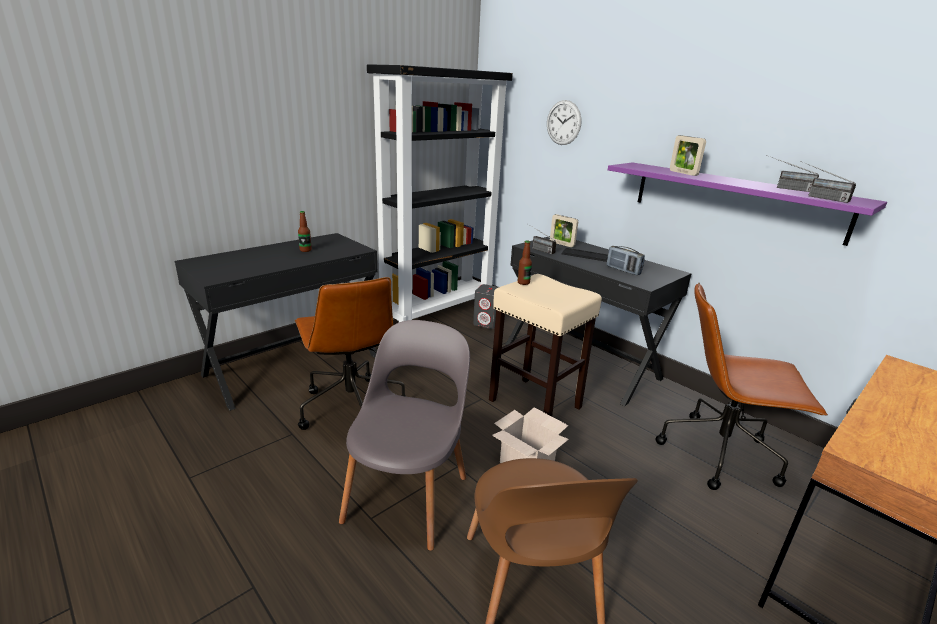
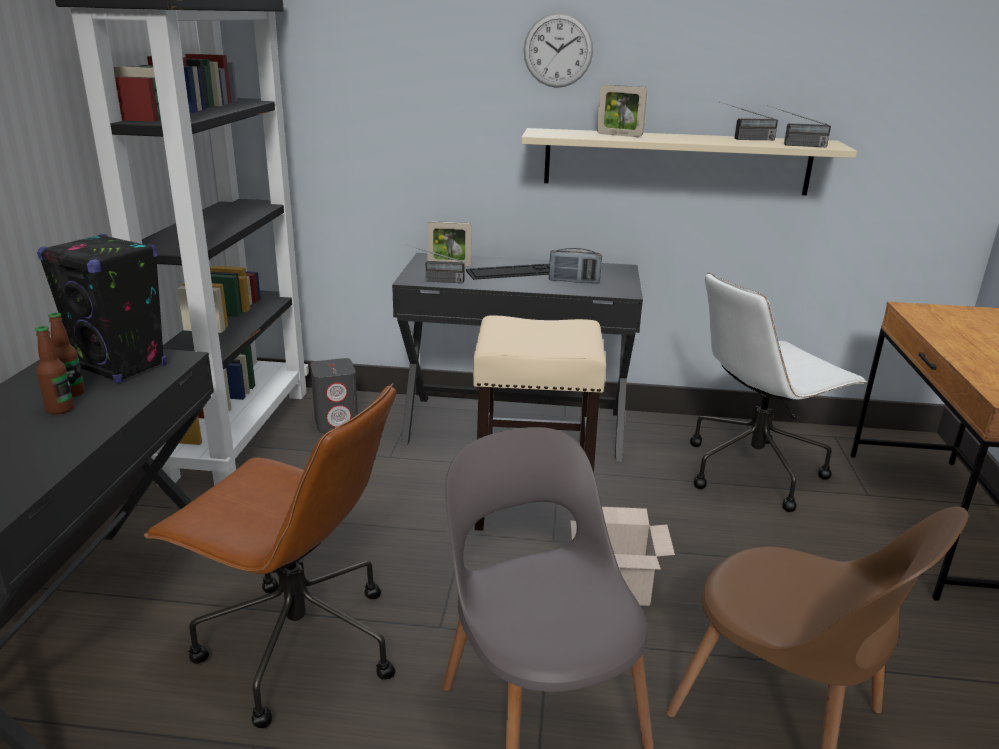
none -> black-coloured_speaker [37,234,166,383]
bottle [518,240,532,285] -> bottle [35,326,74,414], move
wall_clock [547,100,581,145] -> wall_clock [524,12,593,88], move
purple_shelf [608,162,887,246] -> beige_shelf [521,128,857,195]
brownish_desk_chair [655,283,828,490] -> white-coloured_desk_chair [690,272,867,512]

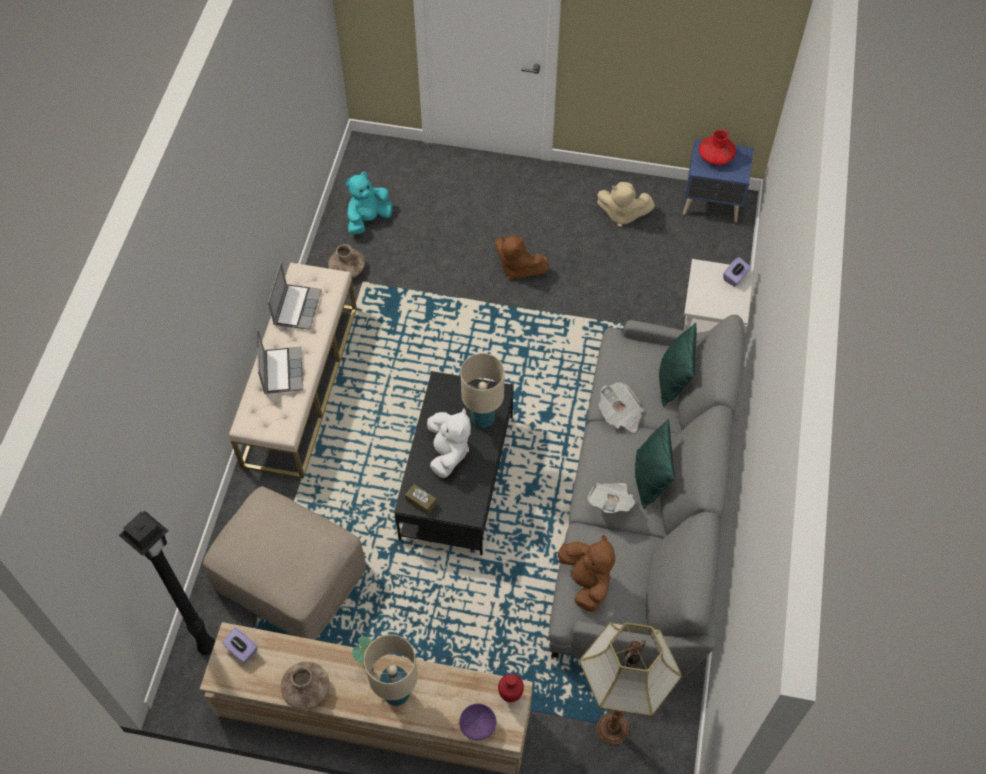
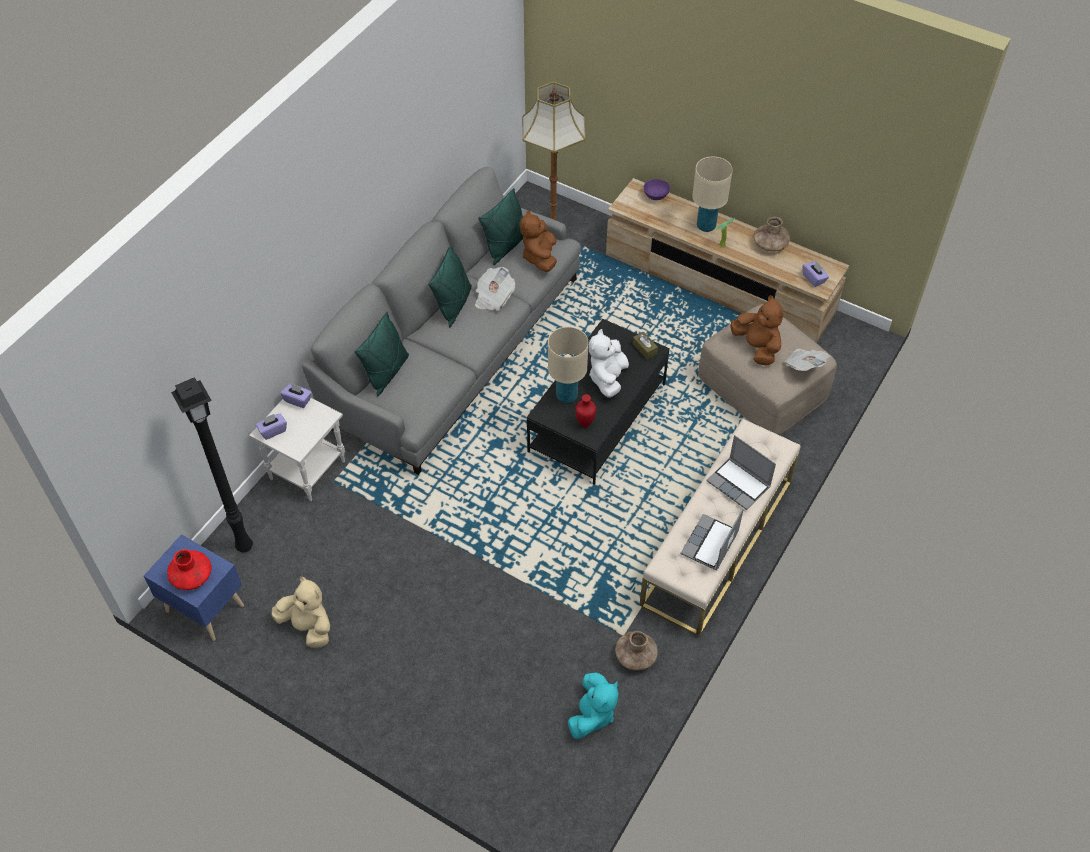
none -> purple_tissue_box [280,383,312,408]
none -> green-coloured_pillow [478,188,523,265]
black-coloured_standard_lamp [119,511,215,655] -> black-coloured_standard_lamp [171,377,253,553], move
brownish_cuddly_toy [495,235,549,280] -> brownish_cuddly_toy [730,295,783,366], move
red-coloured_flower_vase [498,674,524,703] -> red-coloured_flower_vase [575,394,596,427], move
printed_paper [598,382,644,433] -> printed_paper [784,349,830,371], move
laptop [257,329,303,394] -> laptop [706,435,776,510], 60 degrees counterclockwise
turquoise-coloured_cuddly_toy [345,172,393,235] -> turquoise-coloured_cuddly_toy [568,672,619,739], 45 degrees counterclockwise

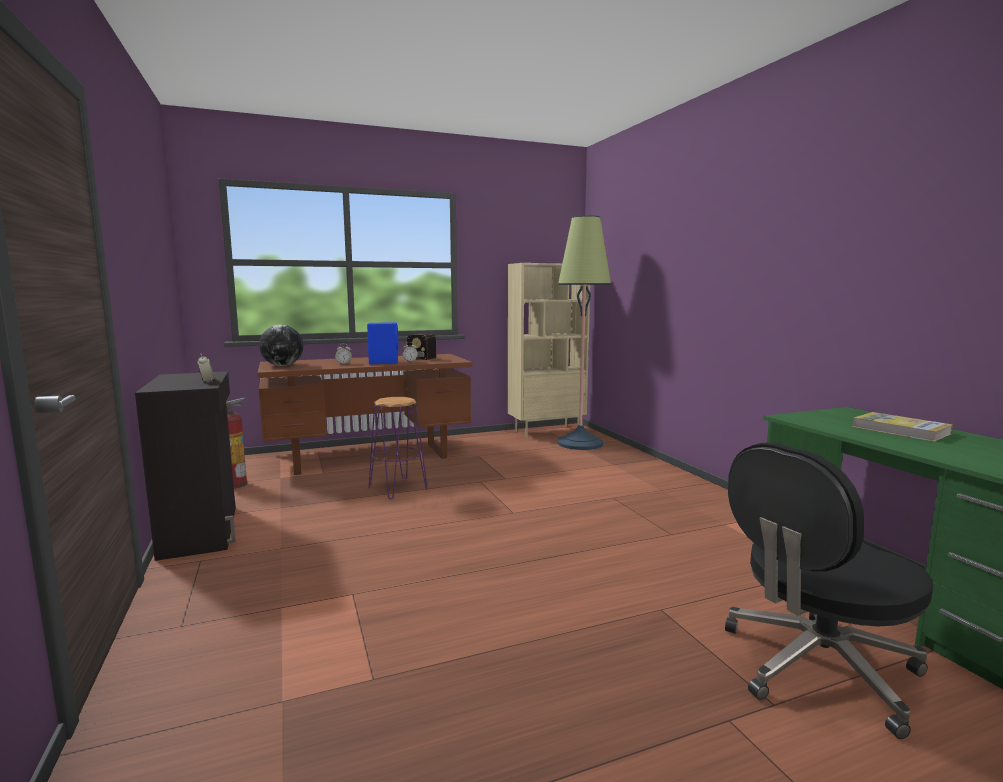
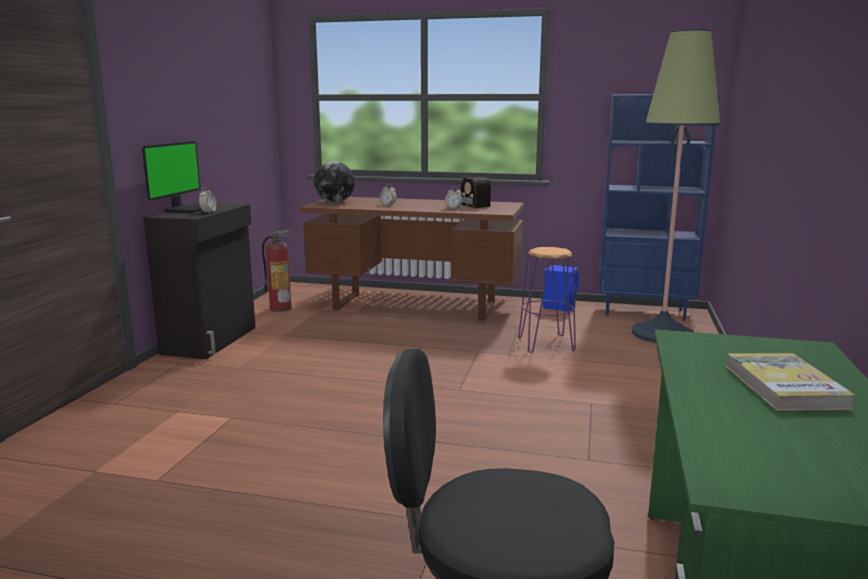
none -> computer_display [142,141,202,213]
blue_speaker [367,322,398,365] -> blue_speaker [543,265,579,312], move
purple_sitting_stool [369,397,428,499] -> purple_sitting_stool [518,247,576,353], move
beige_bookshelf [508,263,590,438] -> blue_bookshelf [599,94,719,321]

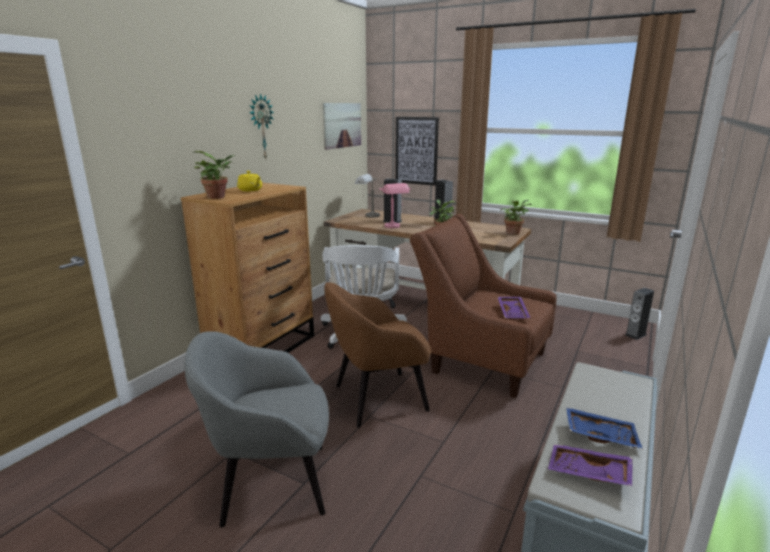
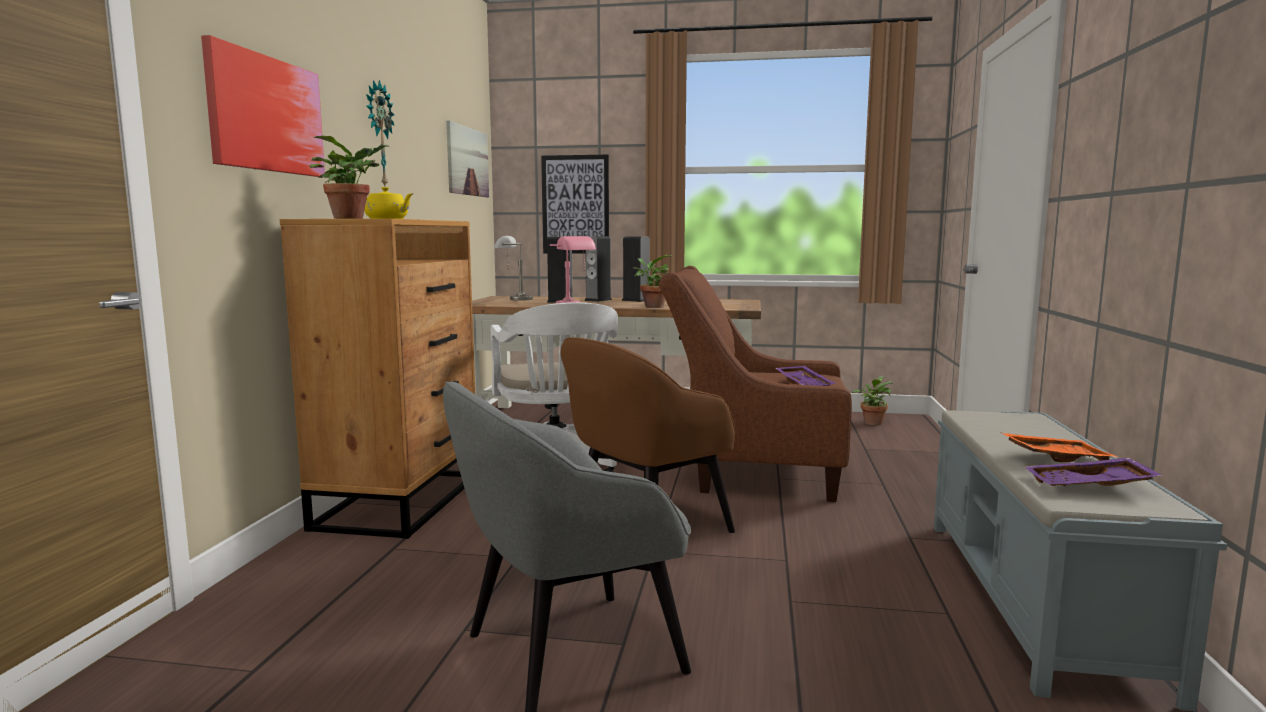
none -> wall_picture [201,35,325,177]
houseplant [500,200,532,235] -> houseplant [851,376,893,425], move
speaker [625,288,654,340] -> speaker [584,236,612,302], move
blue_tray [566,407,643,449] -> orange_tray [1002,433,1120,462]

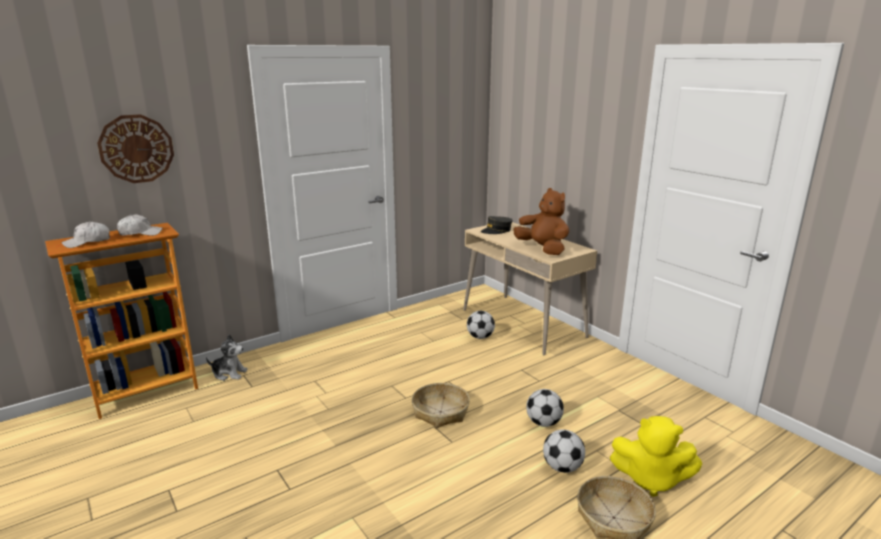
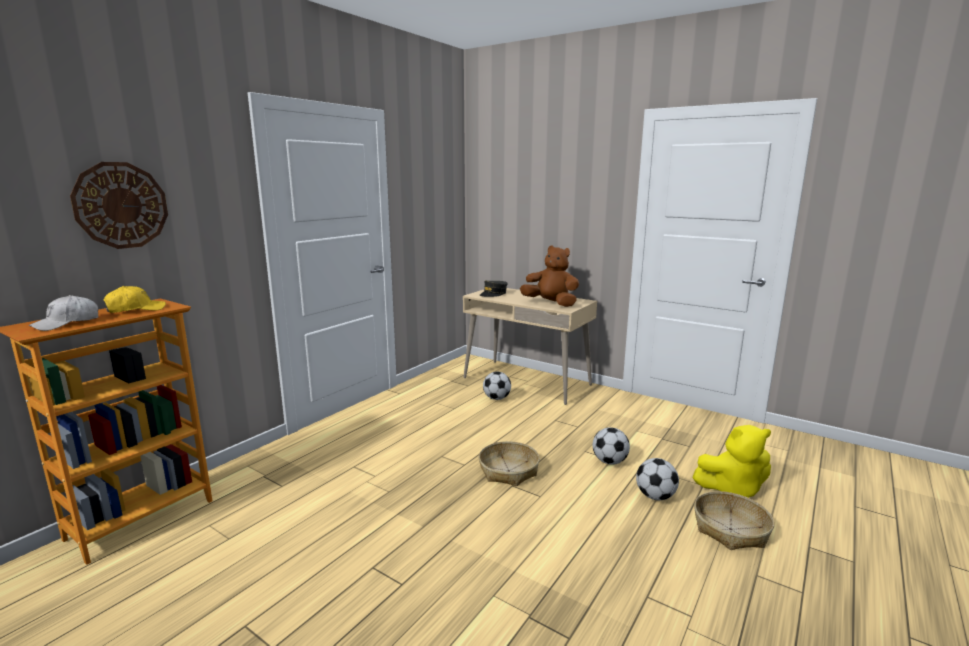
cuddly_toy [206,335,248,381] -> none
white-coloured_cap [117,214,163,236] -> yellow_cap [103,286,166,313]

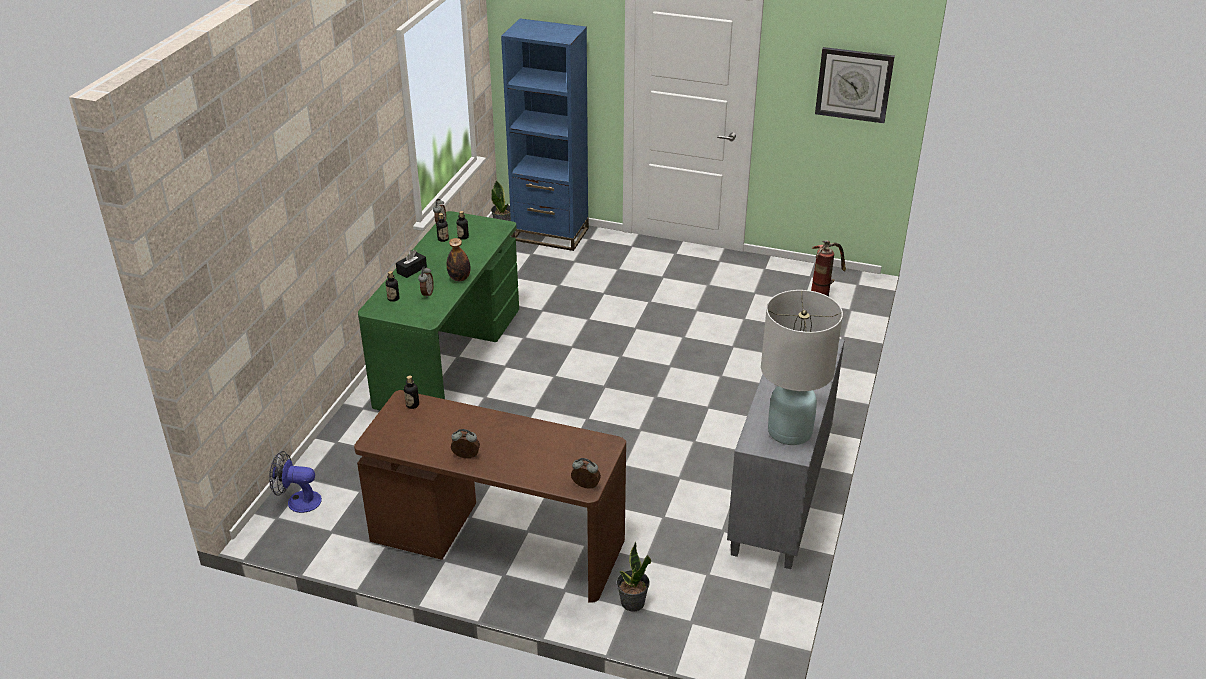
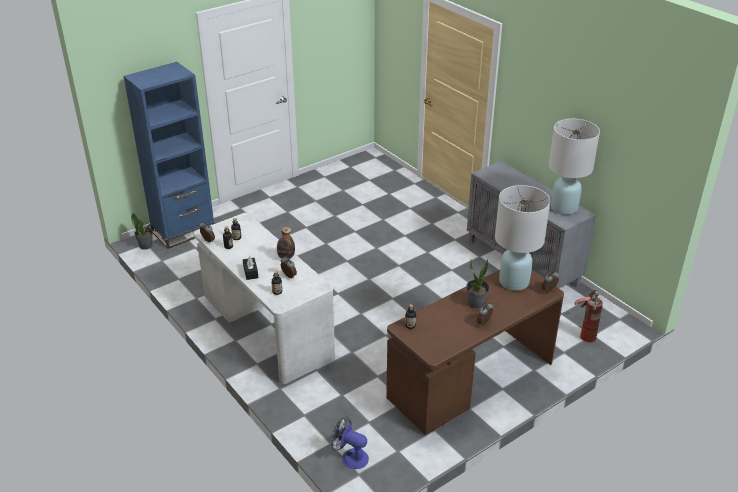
wall_clock [815,47,895,123] -> none
none -> white-coloured_lamp_for_a_table [495,185,551,291]
houseplant [616,542,651,612] -> houseplant [466,259,490,308], move
fire_extinguisher [811,240,846,296] -> fire_extinguisher [574,290,603,342], move
green-coloured_desk [358,211,519,410] -> white-coloured_desk [194,213,335,384]
fan [269,451,322,513] -> fan [331,416,369,469], 75 degrees clockwise

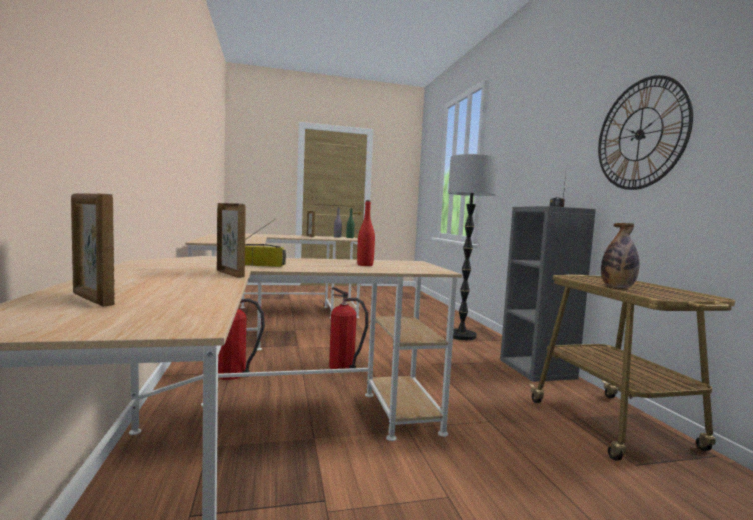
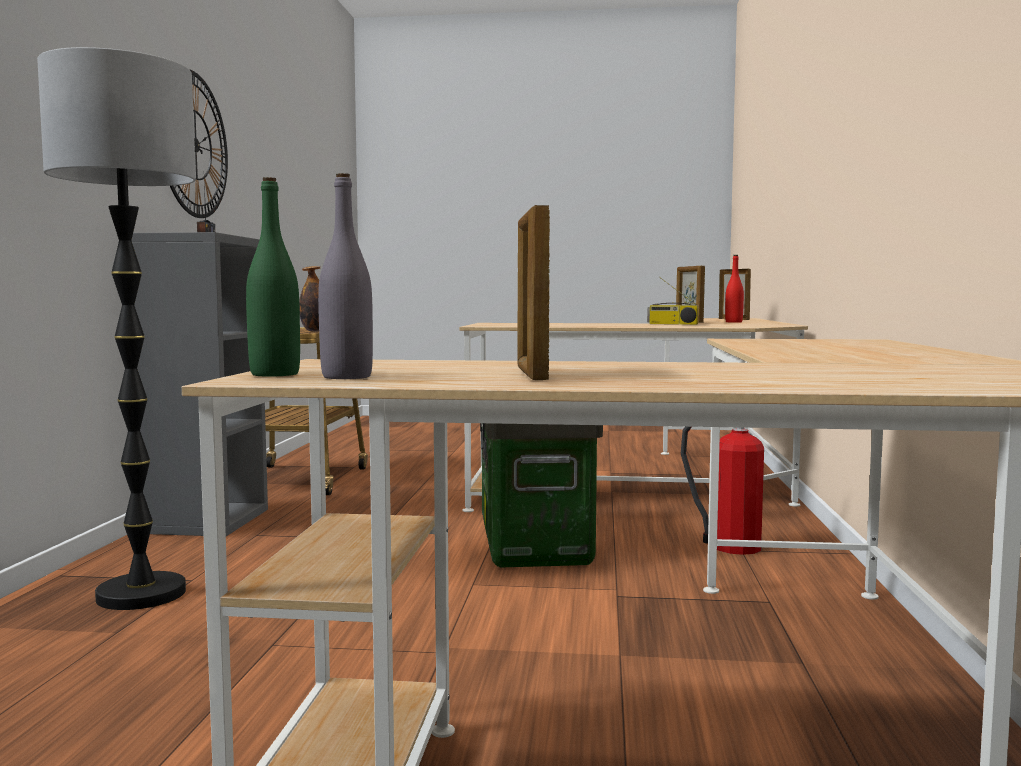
red-coloured_bottle [357,200,375,266] -> red-coloured_bottle [725,255,744,323], move
fire_extinguisher [329,287,368,369] -> storage_container [480,423,603,567]

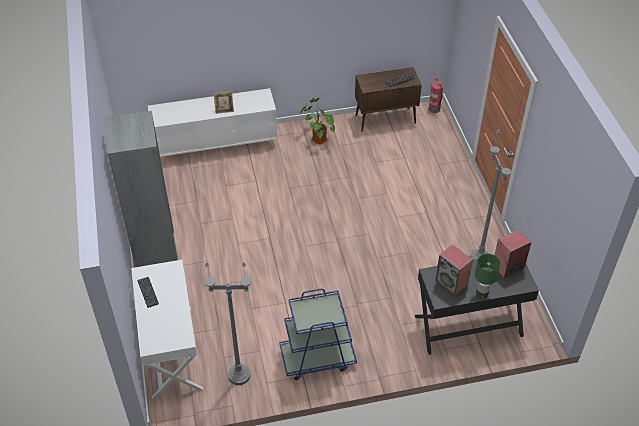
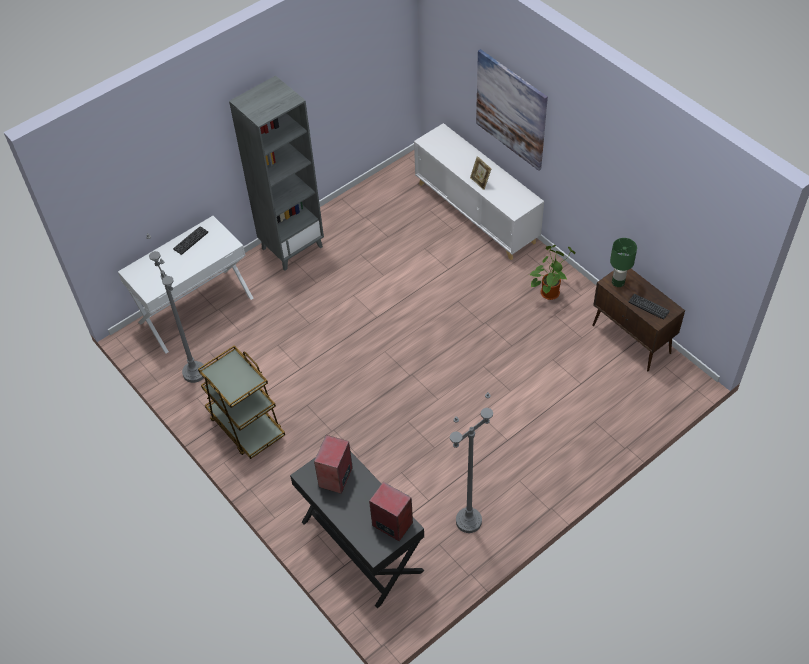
fire_extinguisher [429,75,443,113] -> none
none -> wall_picture [476,49,548,171]
green-coloured_lamp_for_a_table [475,254,501,299] -> green-coloured_lamp_for_a_table [610,238,637,287], move
blue_cart [279,289,357,380] -> brownish_cart [198,345,285,459]

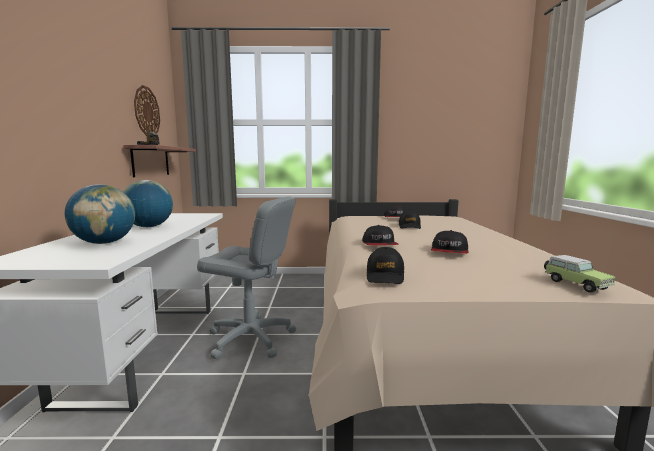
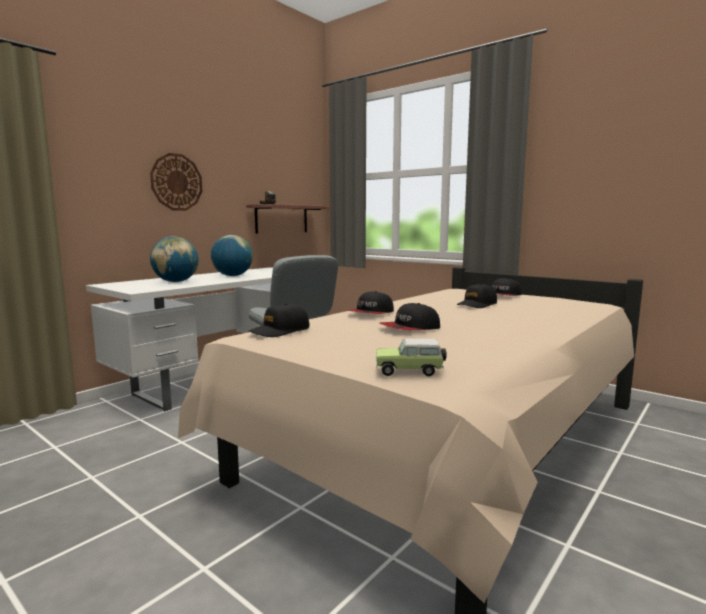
wall_clock [134,85,160,135] -> wall_clock [150,153,202,211], move
model_car [544,255,616,293] -> model_car [376,339,447,377], 75 degrees clockwise

